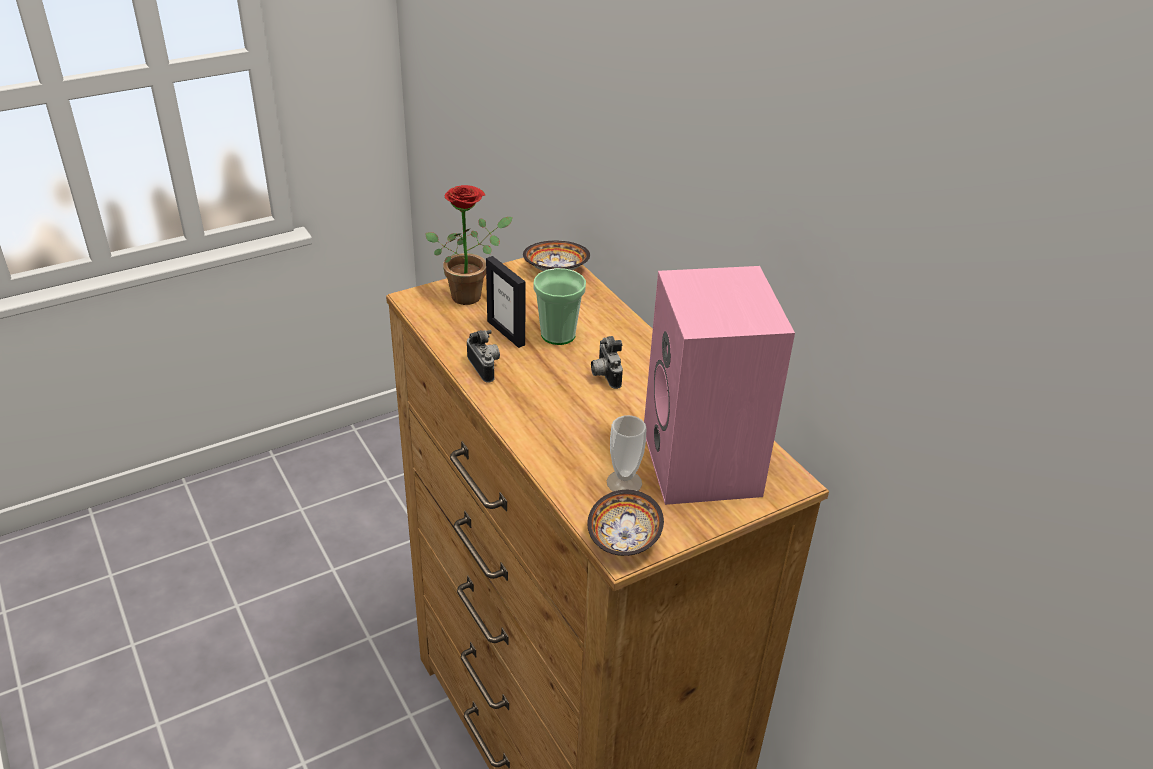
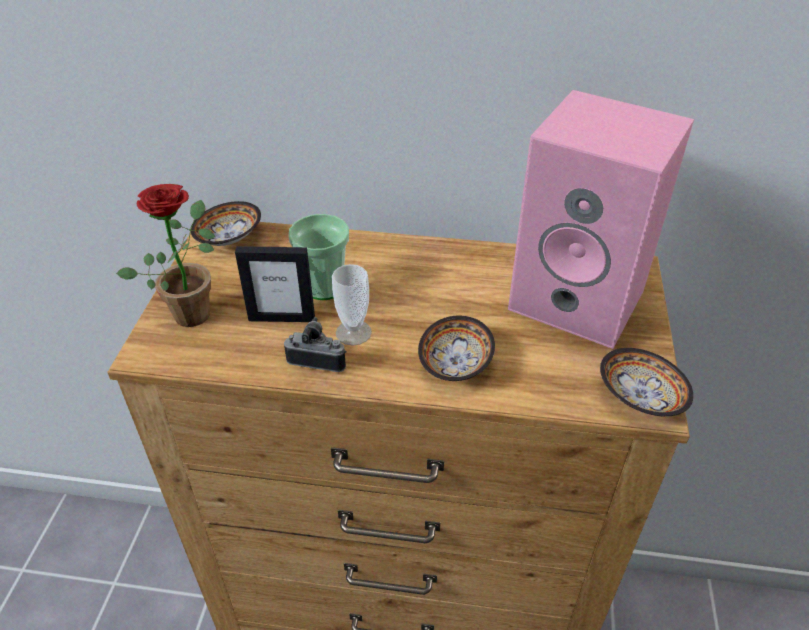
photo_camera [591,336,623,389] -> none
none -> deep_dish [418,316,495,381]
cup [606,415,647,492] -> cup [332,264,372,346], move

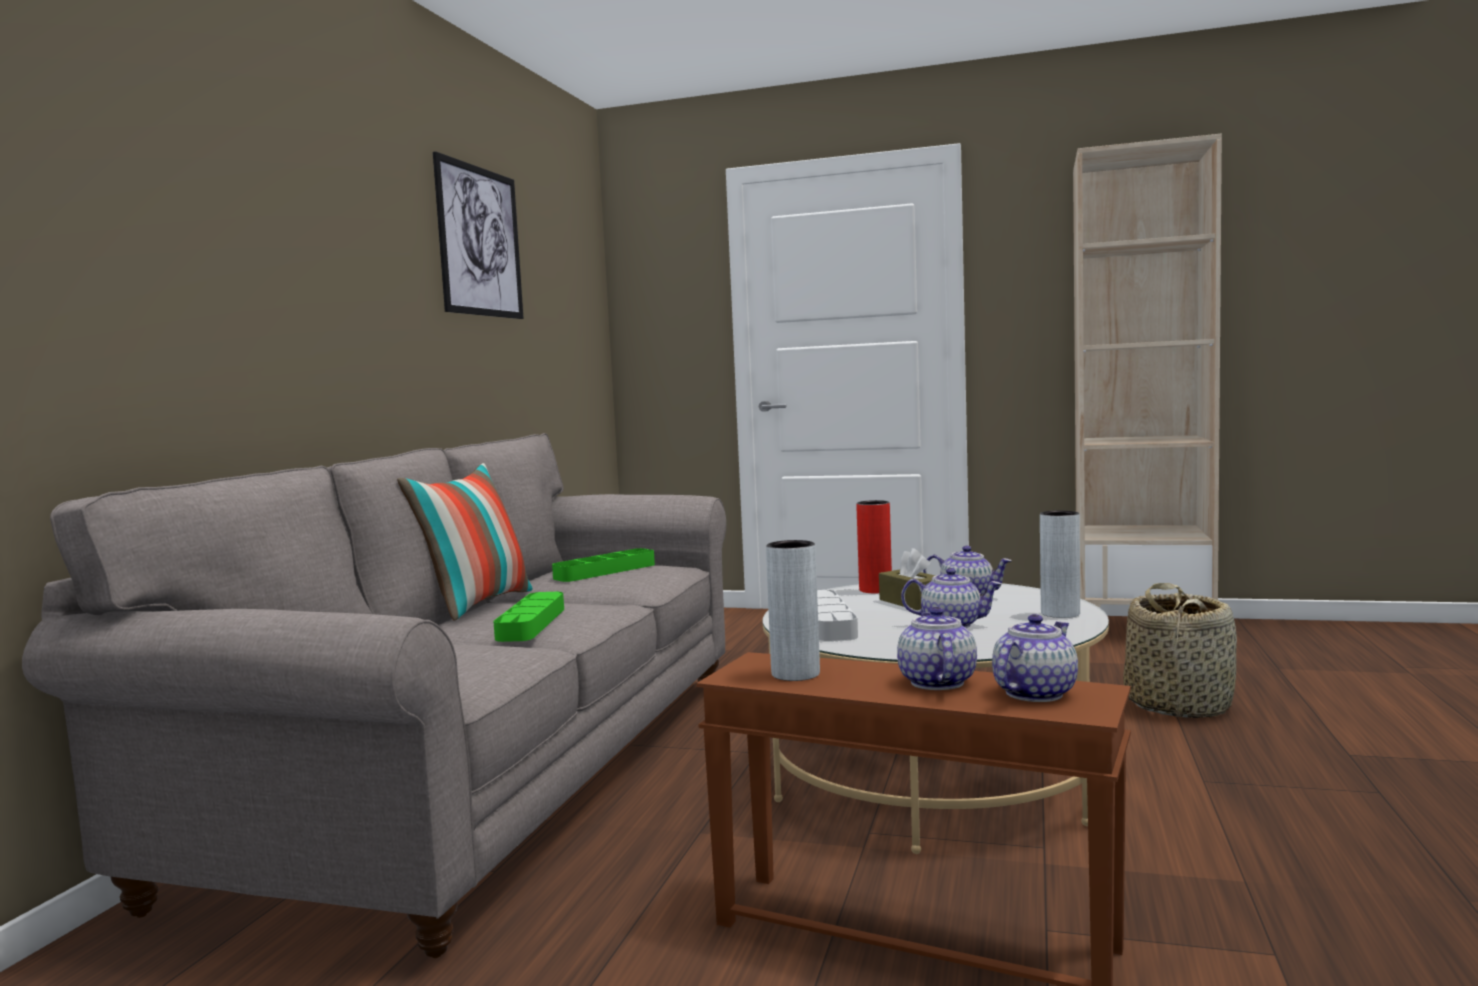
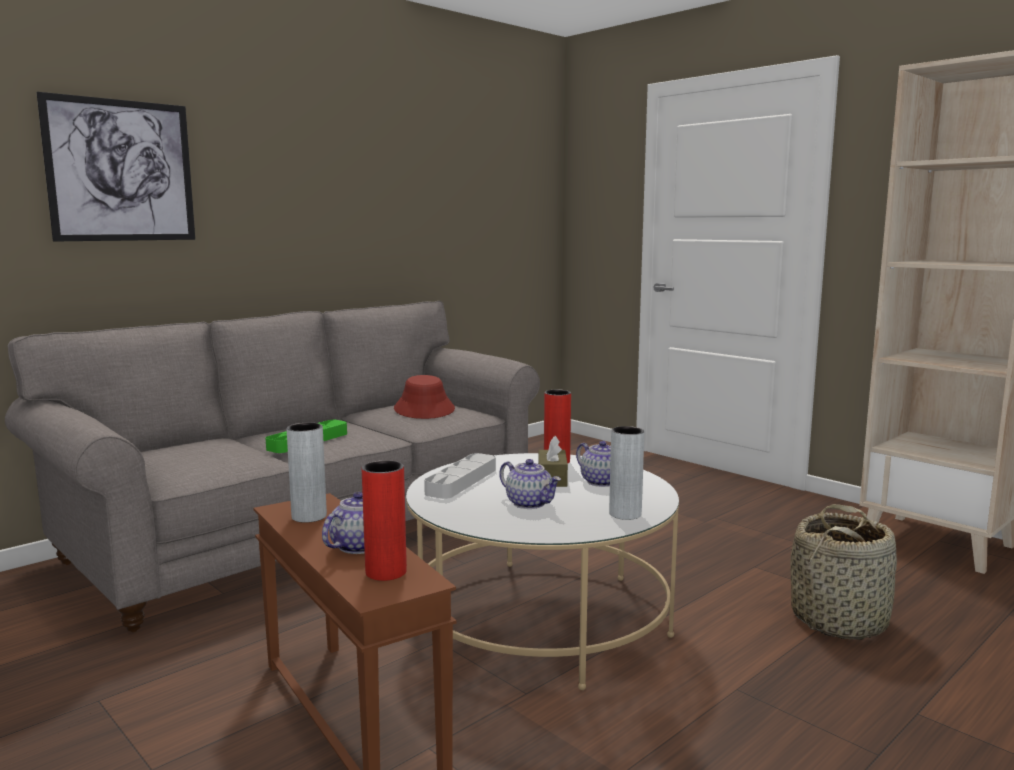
pillow [397,463,533,621] -> none
wall_picture [433,151,524,319] -> wall_picture [36,92,195,242], move
green-coloured_tray [552,548,655,582] -> red-coloured_wearable_hat [394,375,455,419]
pot_for_tea [992,614,1078,702] -> red-coloured_flower_vase [362,460,407,581]

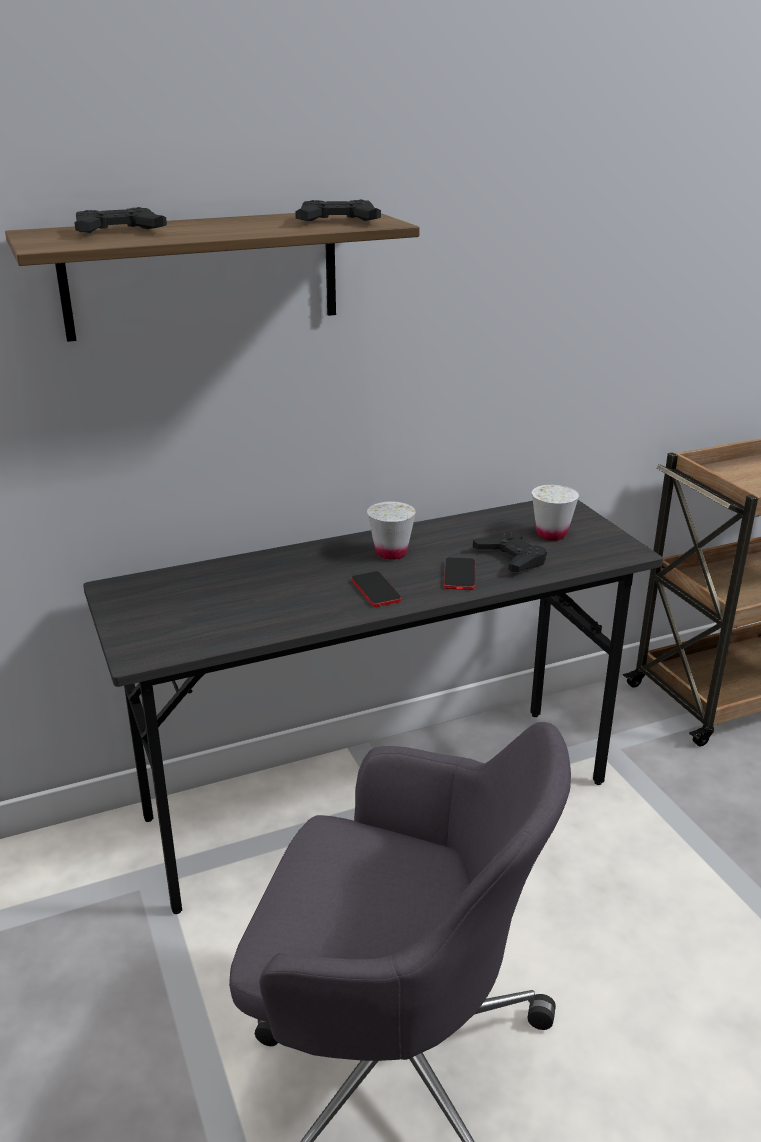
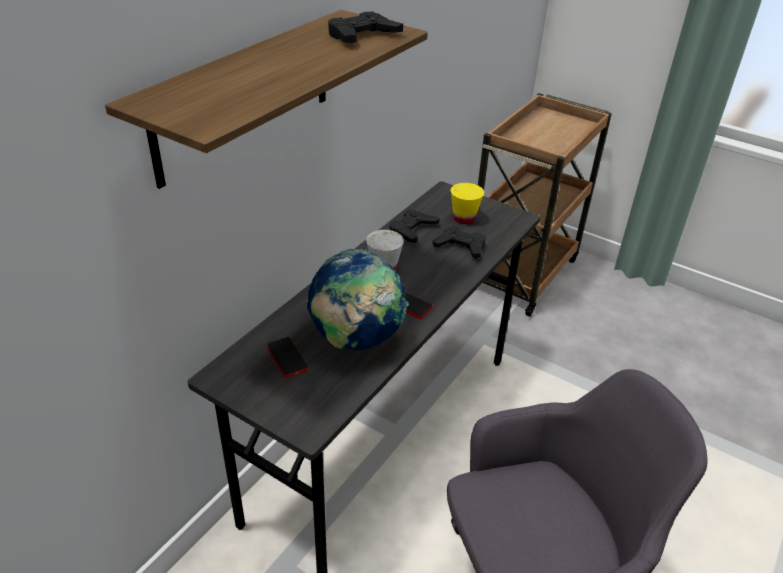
none -> desk_globe [306,249,409,350]
black-coloured_joypad [75,207,167,233] -> black-coloured_joypad [390,209,439,243], move
phone [444,557,475,590] -> phone [267,337,308,378], move
white-coloured_cup [532,485,579,541] -> yellow_cup [451,183,484,224]

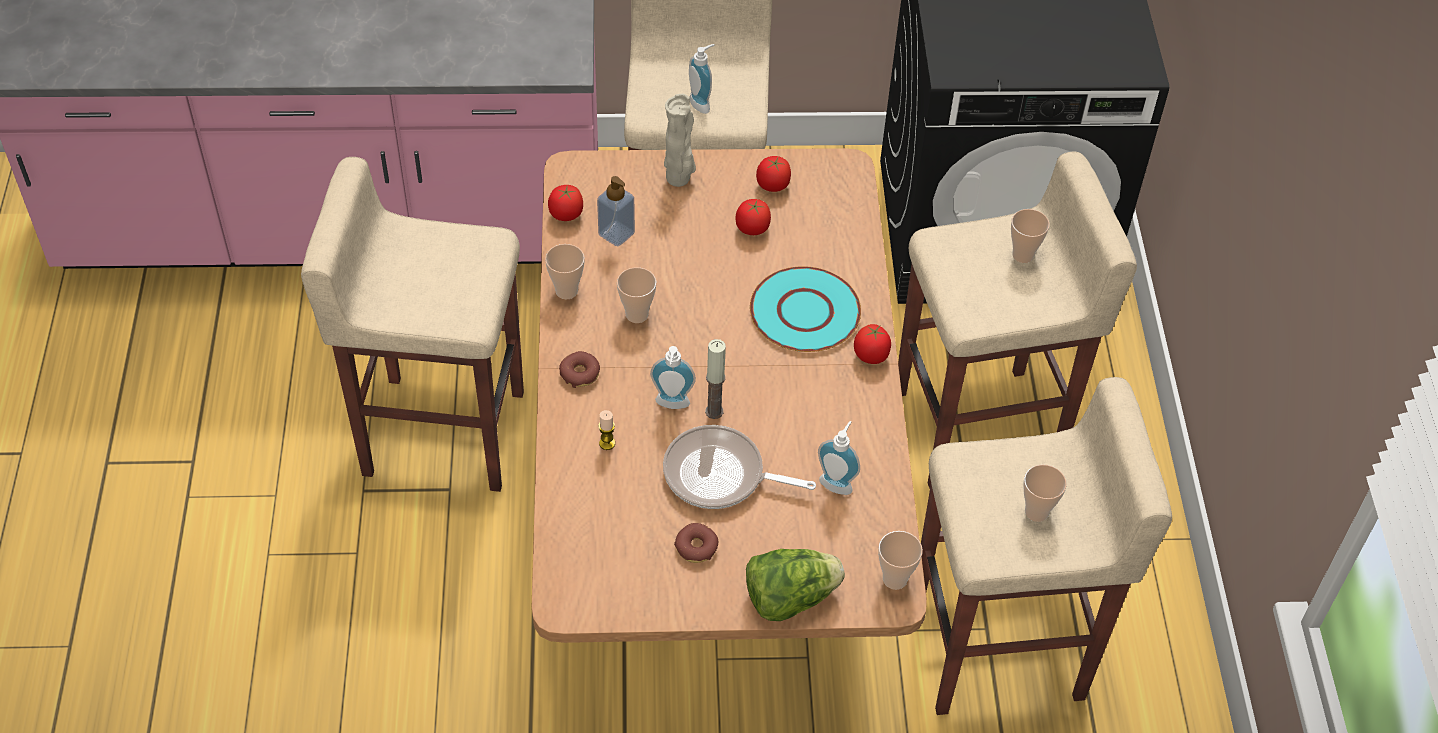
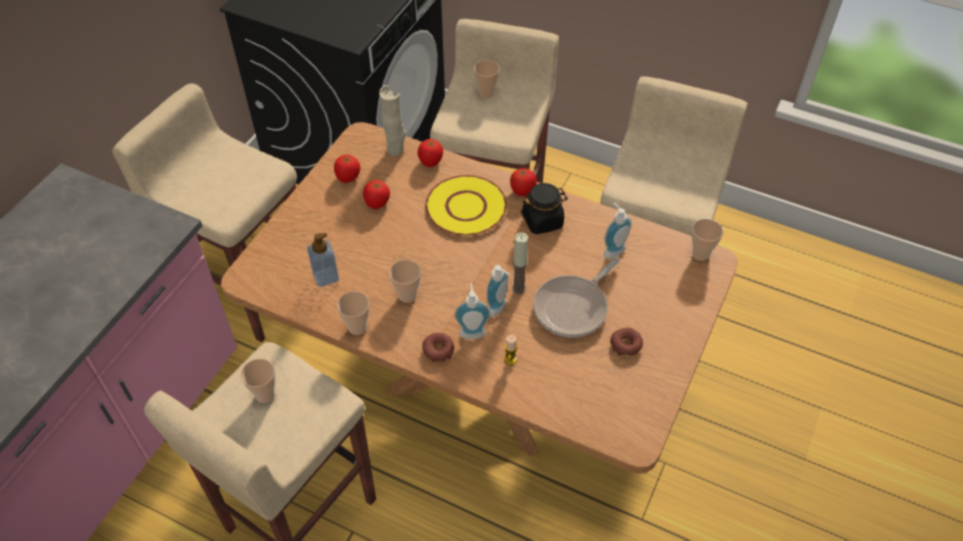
head_of_lettuce [746,549,845,621] -> none
none -> black-coloured_storage_jar [521,183,568,234]
whole_tomato [548,185,583,221] -> whole_tomato [418,139,443,167], move
beige_flower_vase [664,94,696,187] -> beige_flower_vase [379,85,406,156], move
soap_bottle [689,44,715,114] -> soap_bottle [454,283,490,339], move
cup [1023,464,1067,522] -> cup [241,359,276,403], move
turquoise-coloured_plate [750,266,861,352] -> yellow_plate [425,175,507,236]

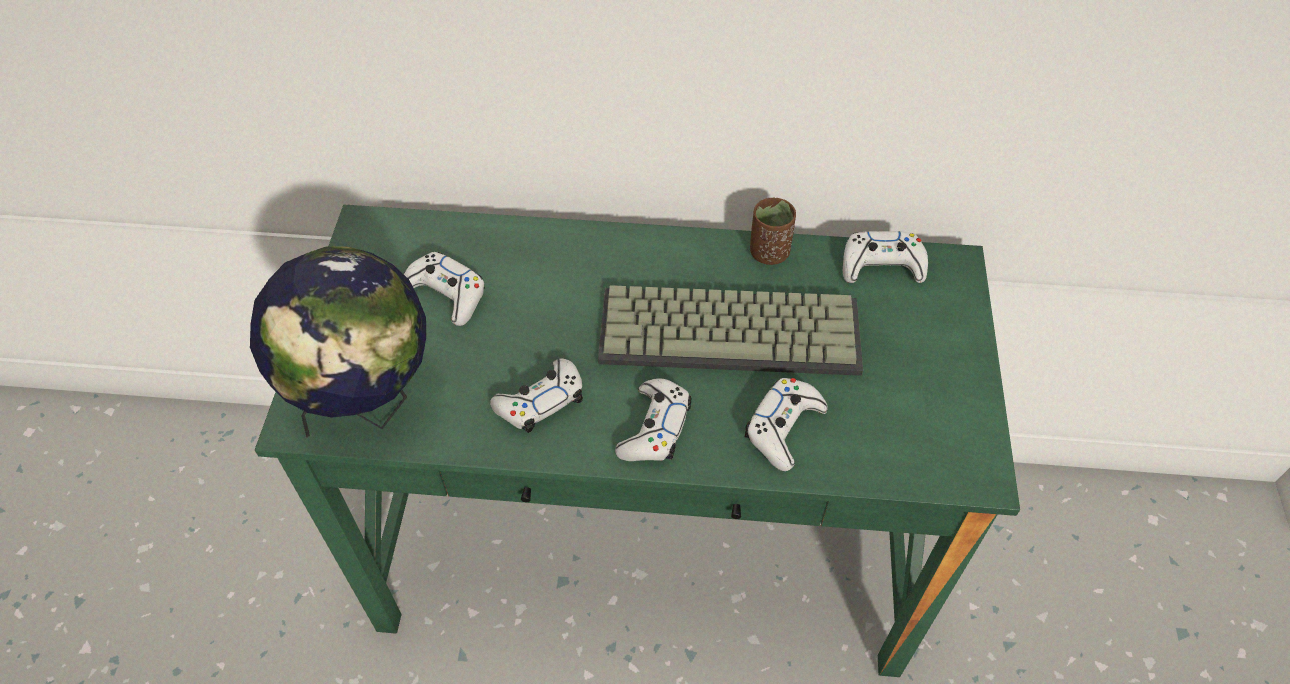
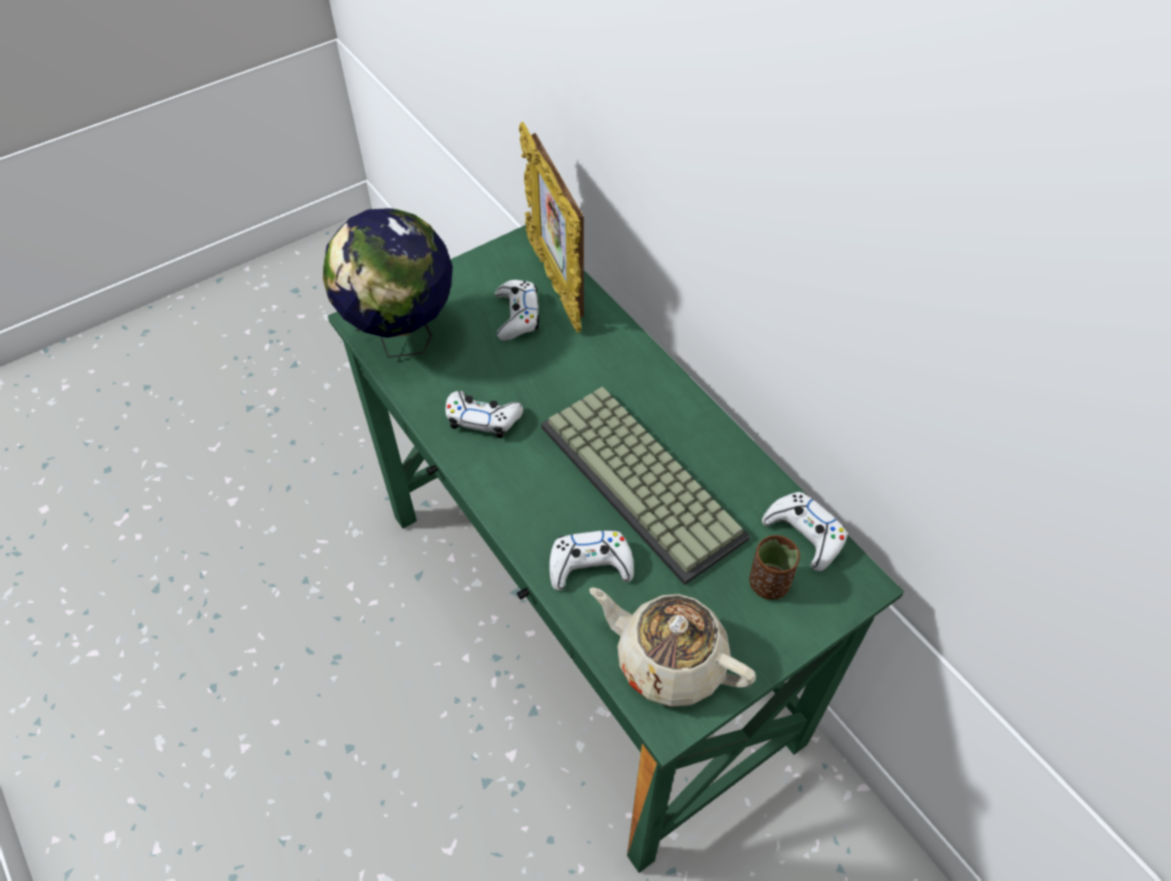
white-coloured_joypad [615,378,692,461] -> none
none -> picture_frame [519,122,584,332]
none -> beige_pot_for_tea [589,587,756,707]
brownish_cup [750,198,796,265] -> brownish_cup [749,535,800,599], move

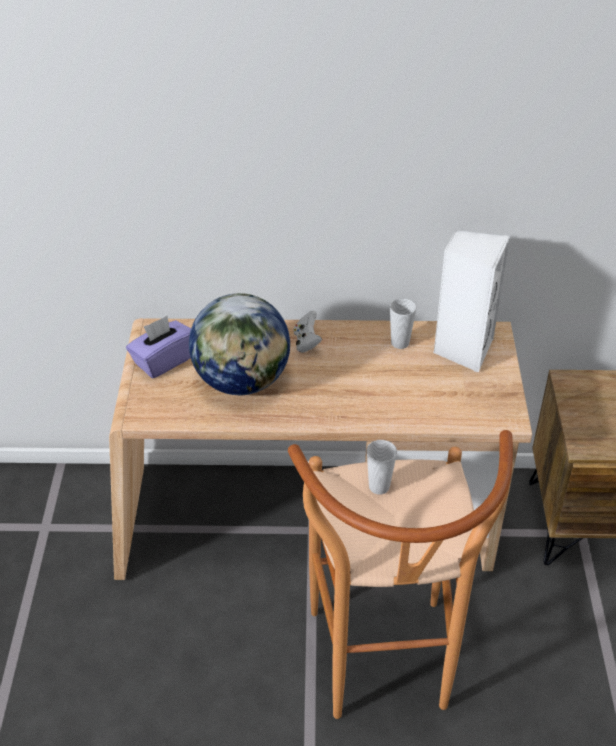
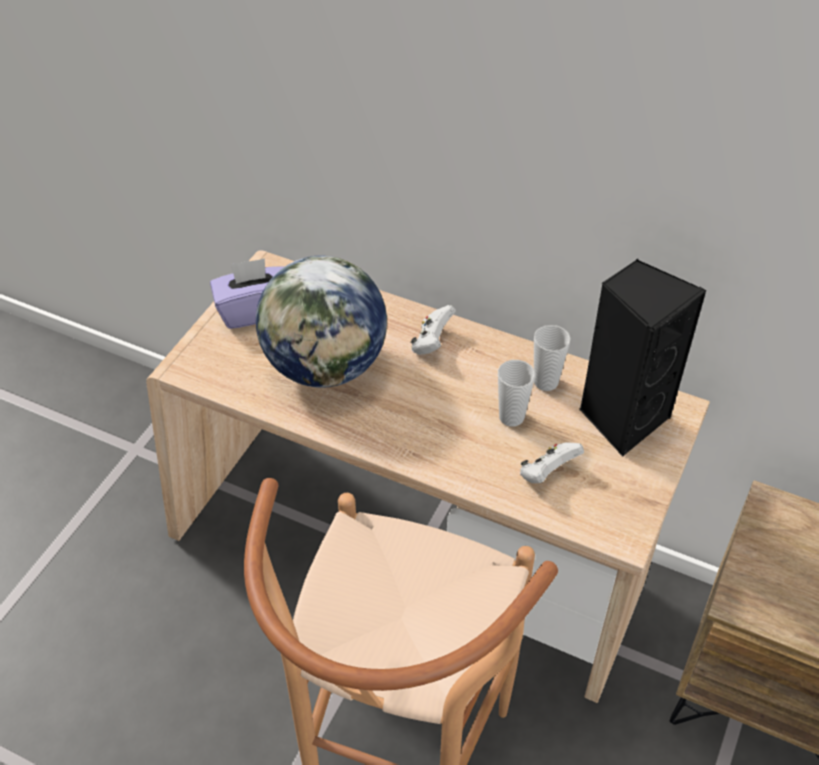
none -> white-coloured_joypad [520,442,584,483]
cup [367,440,397,495] -> cup [498,360,535,427], move
white-coloured_speaker [433,230,510,373] -> black-coloured_speaker [579,259,707,457]

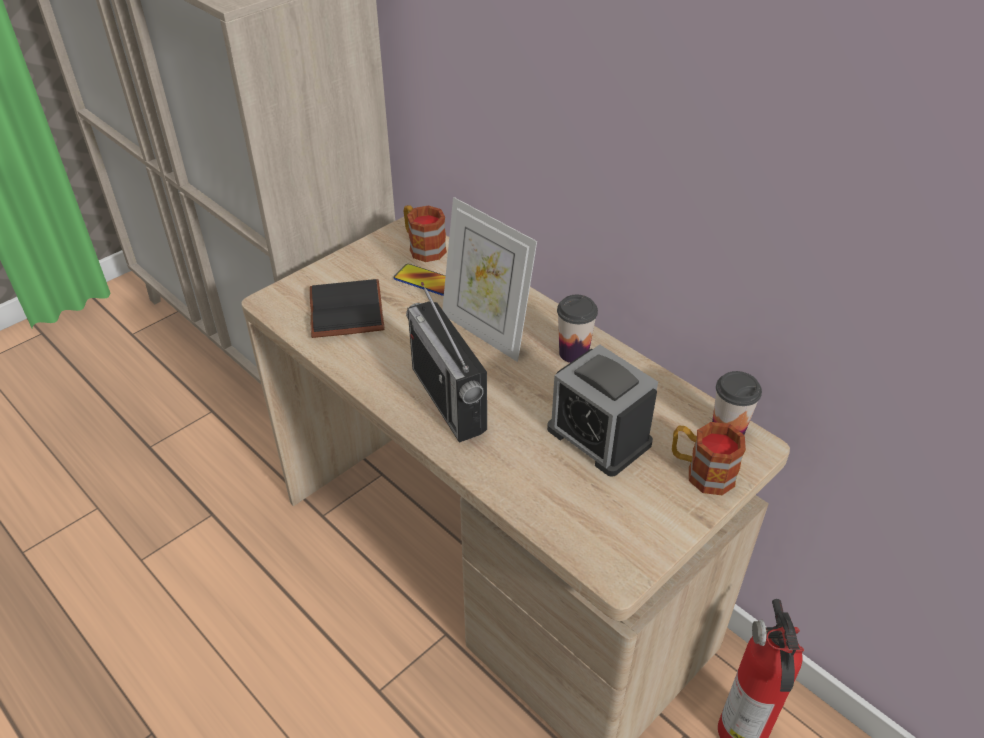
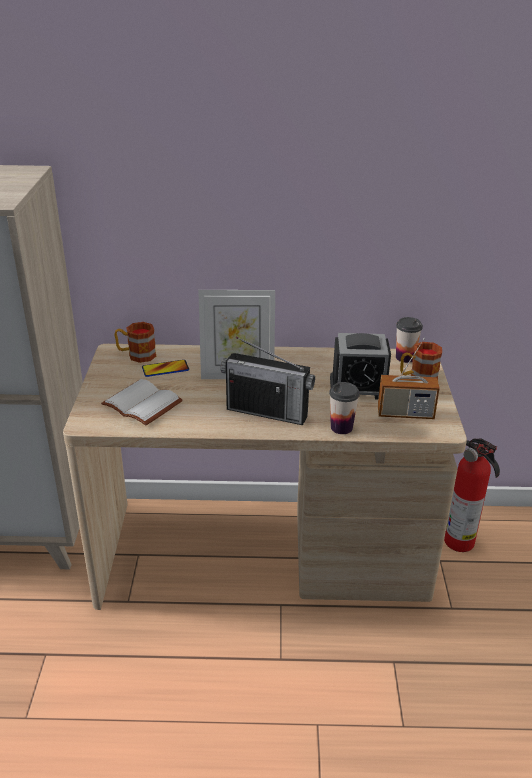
none -> radio_receiver [378,338,440,419]
cup [557,295,598,363] -> cup [329,382,360,434], move
black-coloured_book [310,279,385,338] -> white-coloured_book [101,379,183,426]

